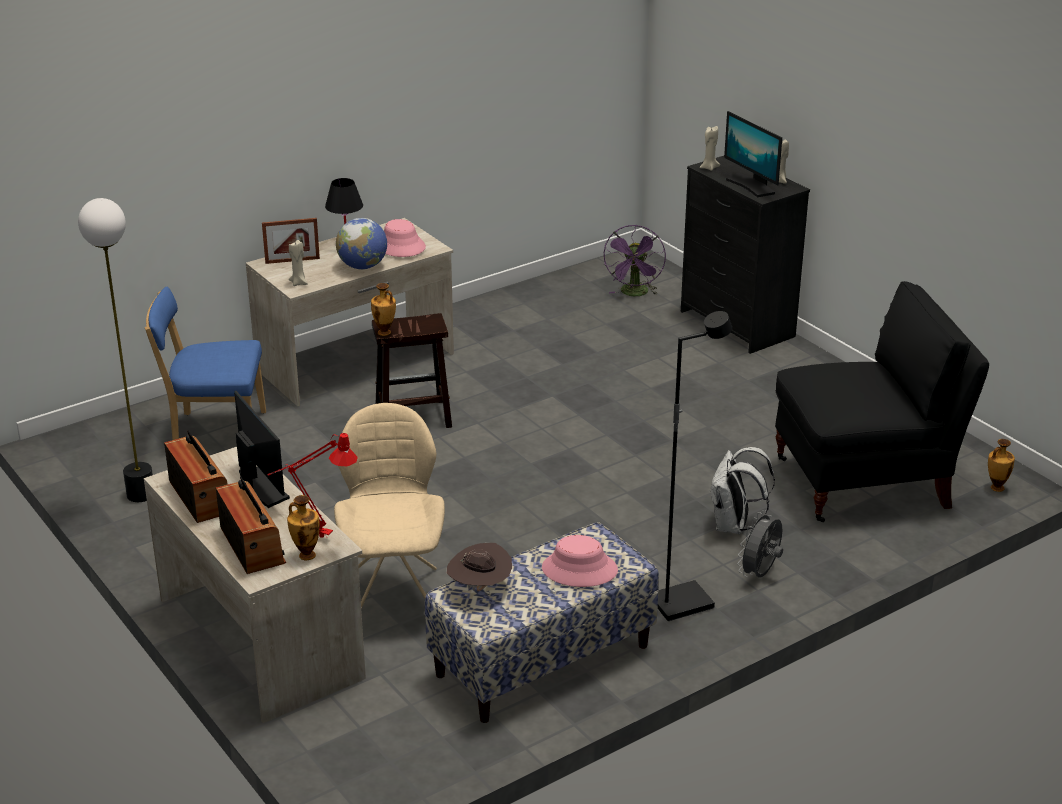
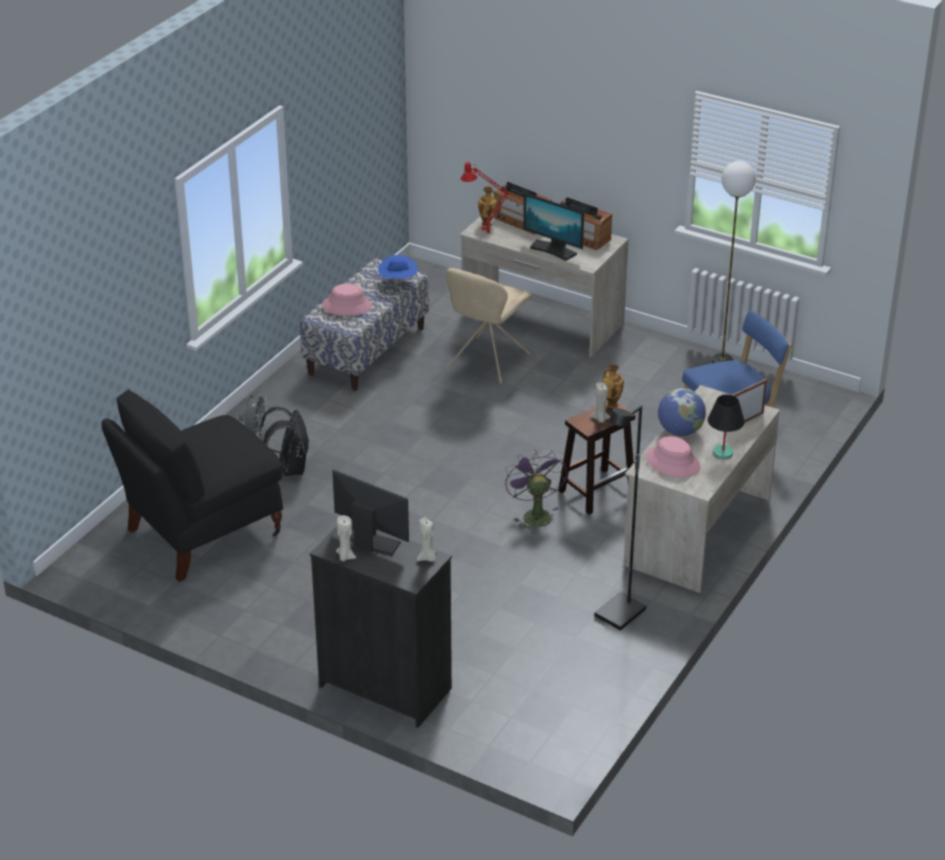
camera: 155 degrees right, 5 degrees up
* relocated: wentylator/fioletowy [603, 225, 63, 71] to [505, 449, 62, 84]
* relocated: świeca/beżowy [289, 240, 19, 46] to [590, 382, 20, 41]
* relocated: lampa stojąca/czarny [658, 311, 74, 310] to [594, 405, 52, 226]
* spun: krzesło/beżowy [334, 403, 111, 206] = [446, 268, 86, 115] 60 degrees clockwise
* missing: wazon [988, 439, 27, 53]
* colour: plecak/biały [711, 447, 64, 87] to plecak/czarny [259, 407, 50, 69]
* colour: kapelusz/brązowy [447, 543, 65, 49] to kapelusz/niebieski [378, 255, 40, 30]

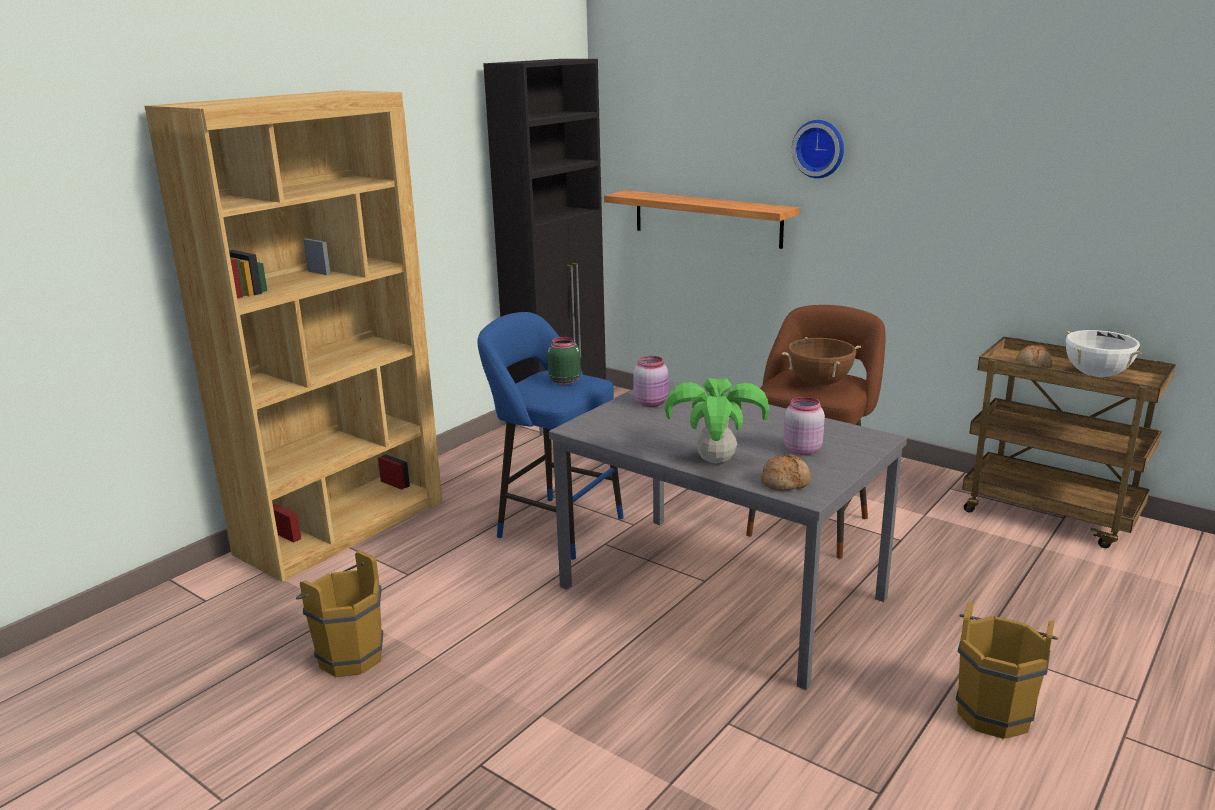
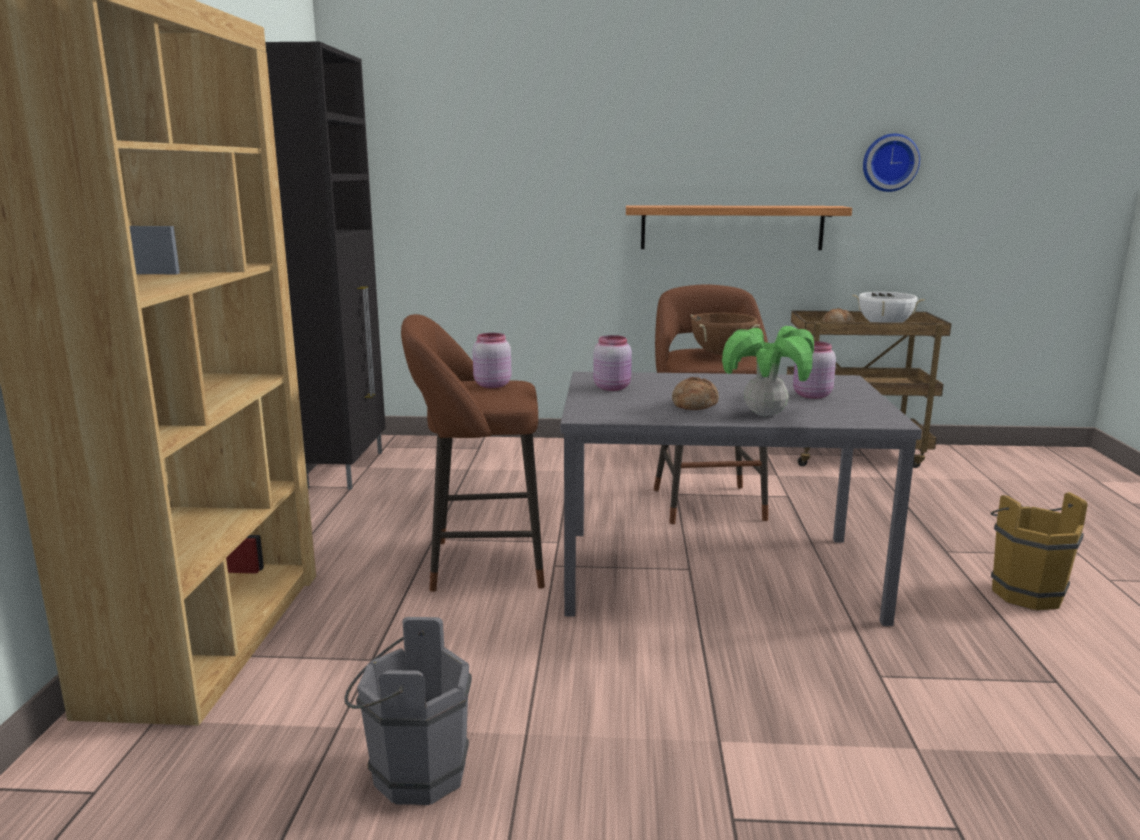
camera: 35 degrees left, 5 degrees down
* relocated: zegar ścienny [792, 120, 52, 58] to [863, 134, 57, 58]
* relocated: półka [604, 190, 195, 59] to [626, 205, 226, 45]
* colour: stołek/niebieski [477, 312, 147, 248] to stołek/brązowy [401, 314, 144, 278]
* colour: słoik/zielony [547, 337, 34, 48] to słoik/różowy [473, 333, 38, 55]
* relocated: chleb [761, 454, 50, 37] to [672, 377, 47, 33]
* colour: wiadro/brązowy [296, 550, 87, 127] to wiadro/szary [344, 617, 128, 188]

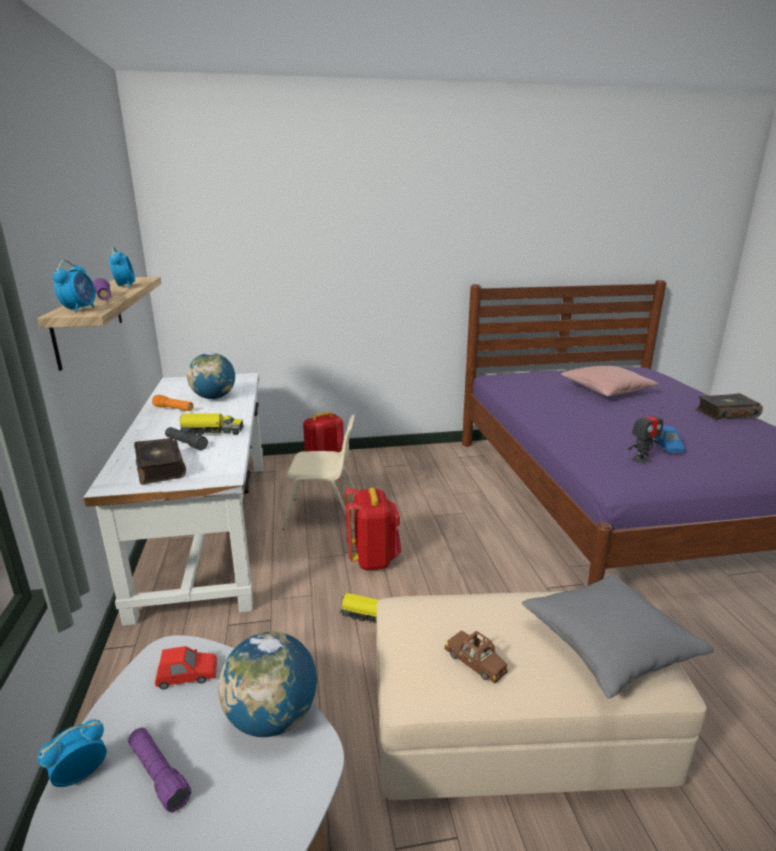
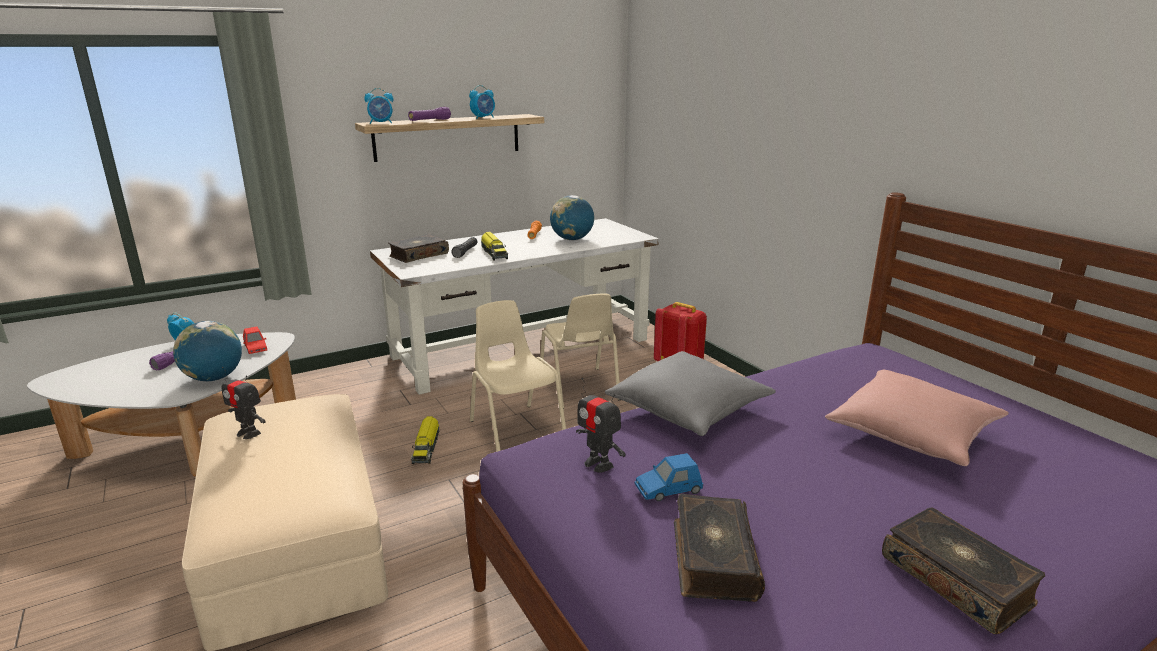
camera: 70 degrees right, 0 degrees up
* exchanged: plecak/czerwony [345, 488, 56, 82] to krzesło/beżowy [470, 300, 96, 152]
* relocated: poduszka/szary [522, 574, 192, 125] to [605, 351, 171, 85]
* exchanged: samochodzik/brązowy [445, 630, 63, 54] to robot zabawkowy [222, 367, 44, 72]
* appeared: książka [674, 494, 91, 108]

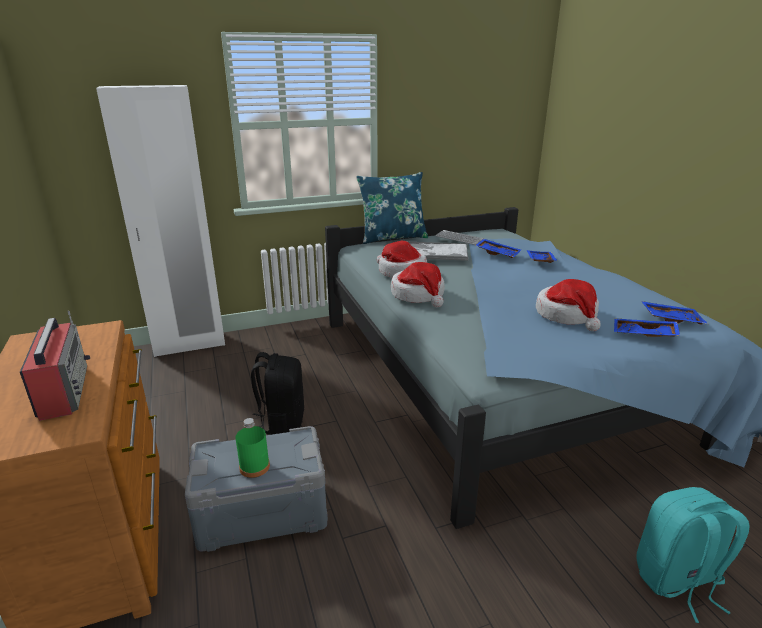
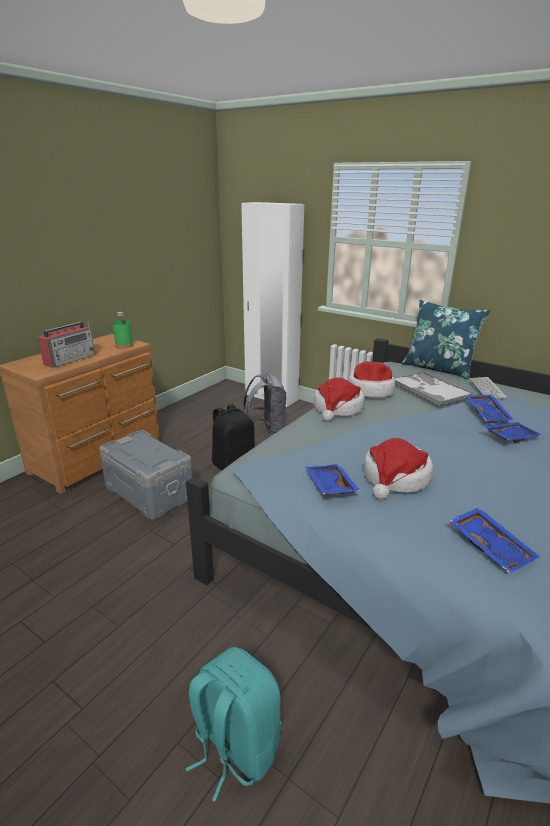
camera: 55 degrees right, 0 degrees up
* relocated: taca/niebieski [614, 319, 66, 18] to [306, 464, 55, 31]
* relocated: butelka/zielony [235, 418, 35, 60] to [112, 312, 21, 37]
* appeared: plecak/szary [243, 373, 43, 61]

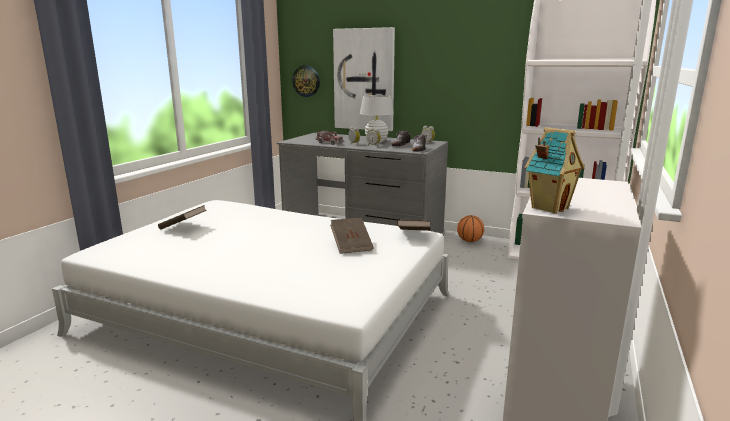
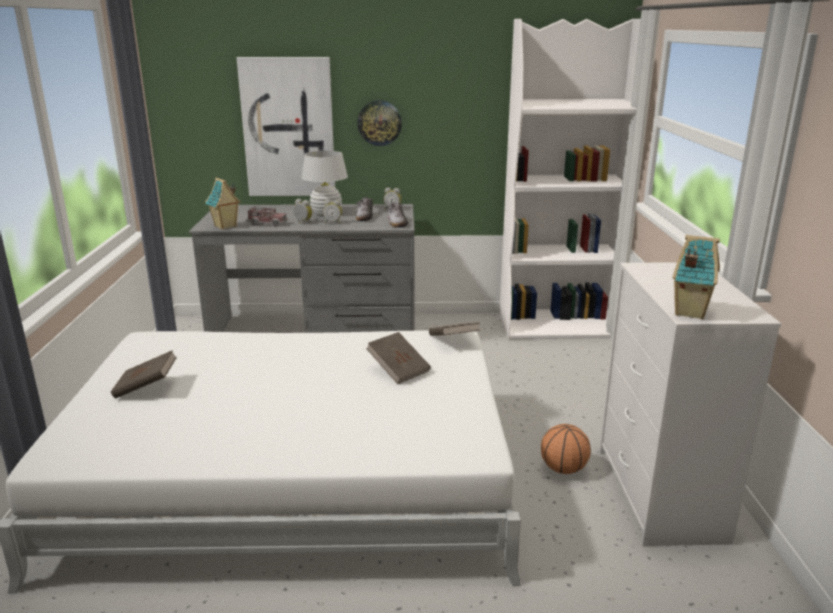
camera: 25 degrees left, 5 degrees up
* relocated: zegar ścienny [292, 66, 28, 31] to [357, 100, 45, 46]
* relocated: piłka do koszykówki [457, 215, 27, 27] to [541, 424, 50, 50]
* appeared: domek [205, 178, 36, 52]

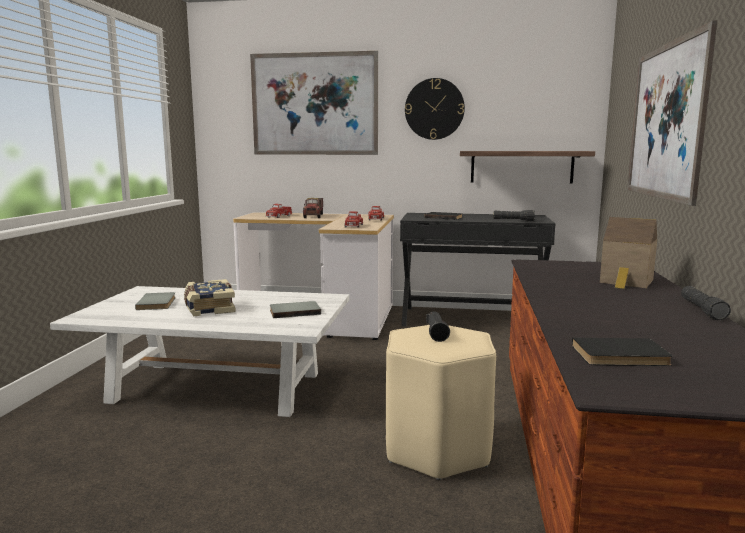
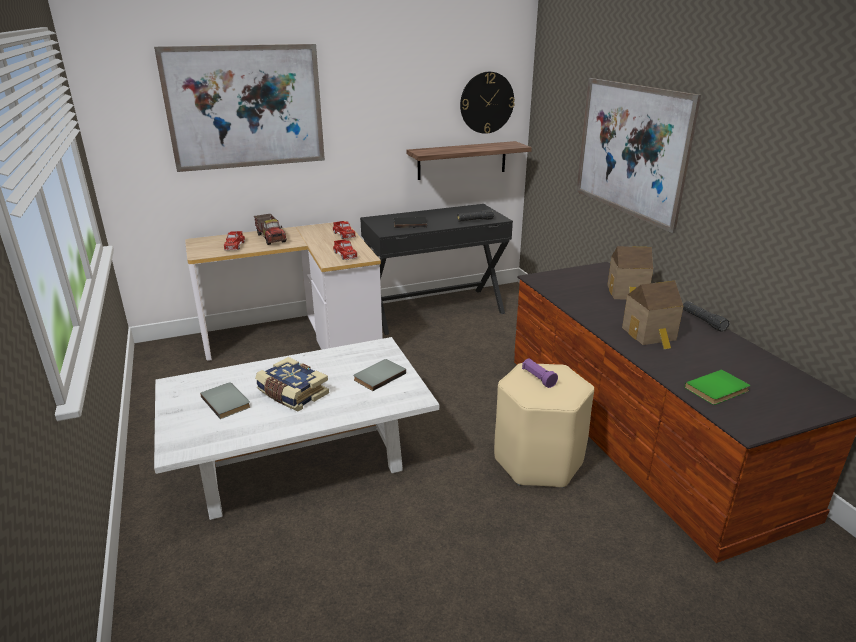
camera: 30 degrees left, 15 degrees up
* relocated: zegar ścienny [405, 78, 60, 62] to [460, 72, 55, 62]
* colour: latarka/czarny [426, 311, 24, 31] to latarka/fioletowy [522, 358, 36, 30]
* colour: książka/czarny [572, 338, 101, 28] to książka/zielony [685, 370, 65, 35]
* appeared: domek [622, 281, 61, 68]

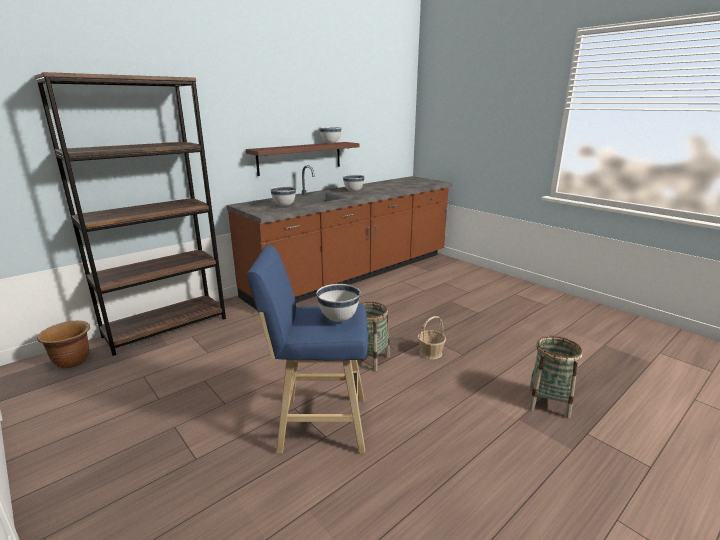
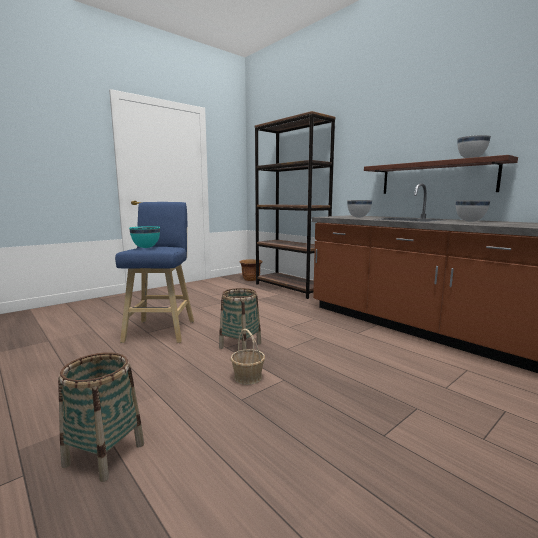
camera: 90 degrees right, 10 degrees down
* colour: miska/biały [317, 284, 43, 38] to miska/turkusowy [129, 226, 31, 22]

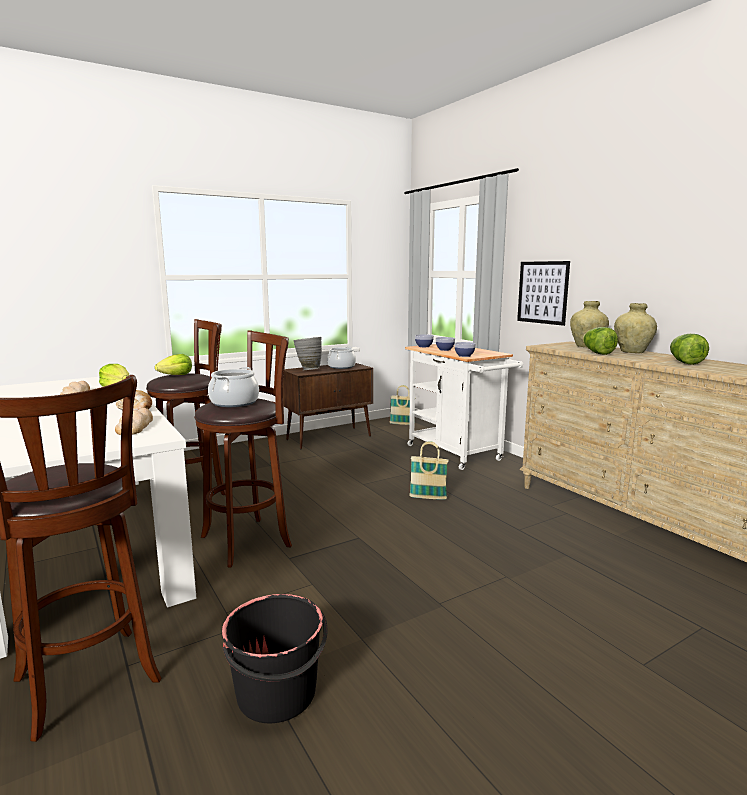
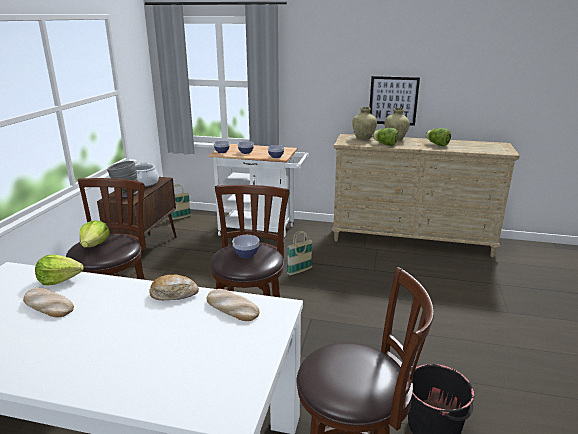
camera: 45 degrees left, 10 degrees up
* relocated: obraz [517, 261, 53, 65] to [369, 76, 51, 50]
* exchanged: garnek [208, 367, 51, 40] to miska [232, 235, 27, 23]

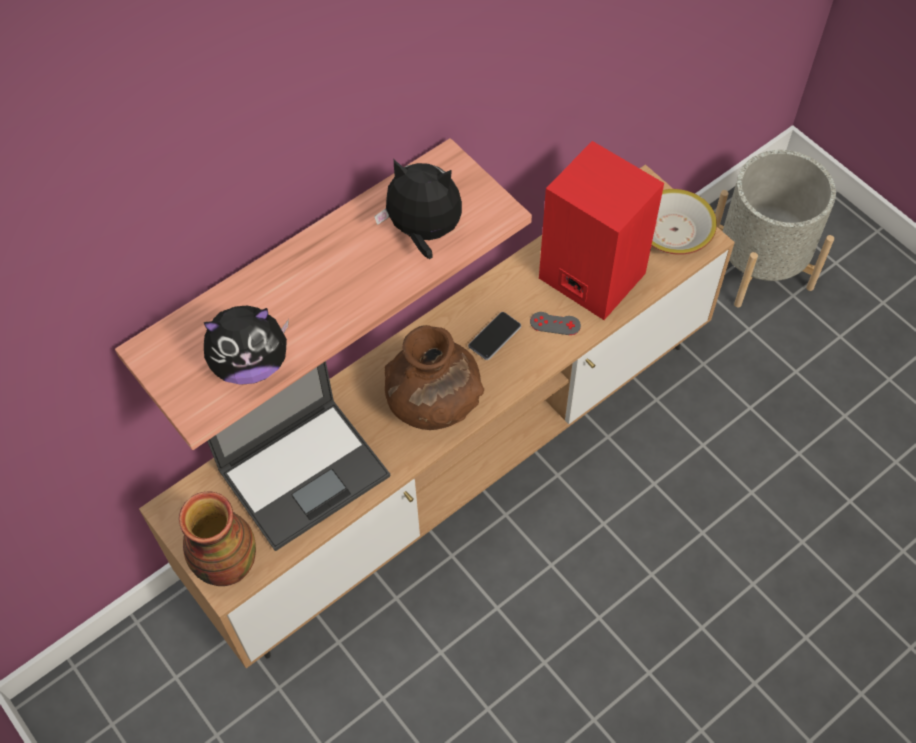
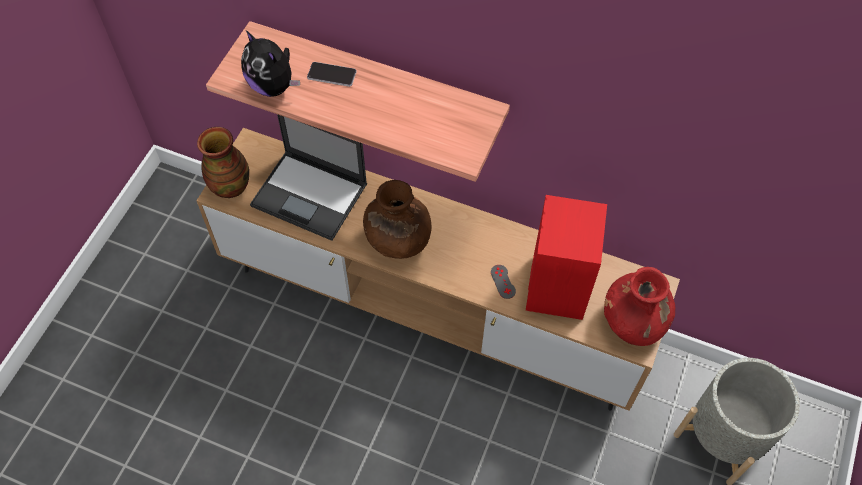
camera: 60 degrees right, 0 degrees up
* missing: pluszak [374, 159, 88, 100]
* exchanged: miska [651, 189, 66, 66] to wazon/czerwony [604, 267, 71, 79]
* relocated: telefon [468, 312, 53, 48] to [307, 62, 50, 25]

